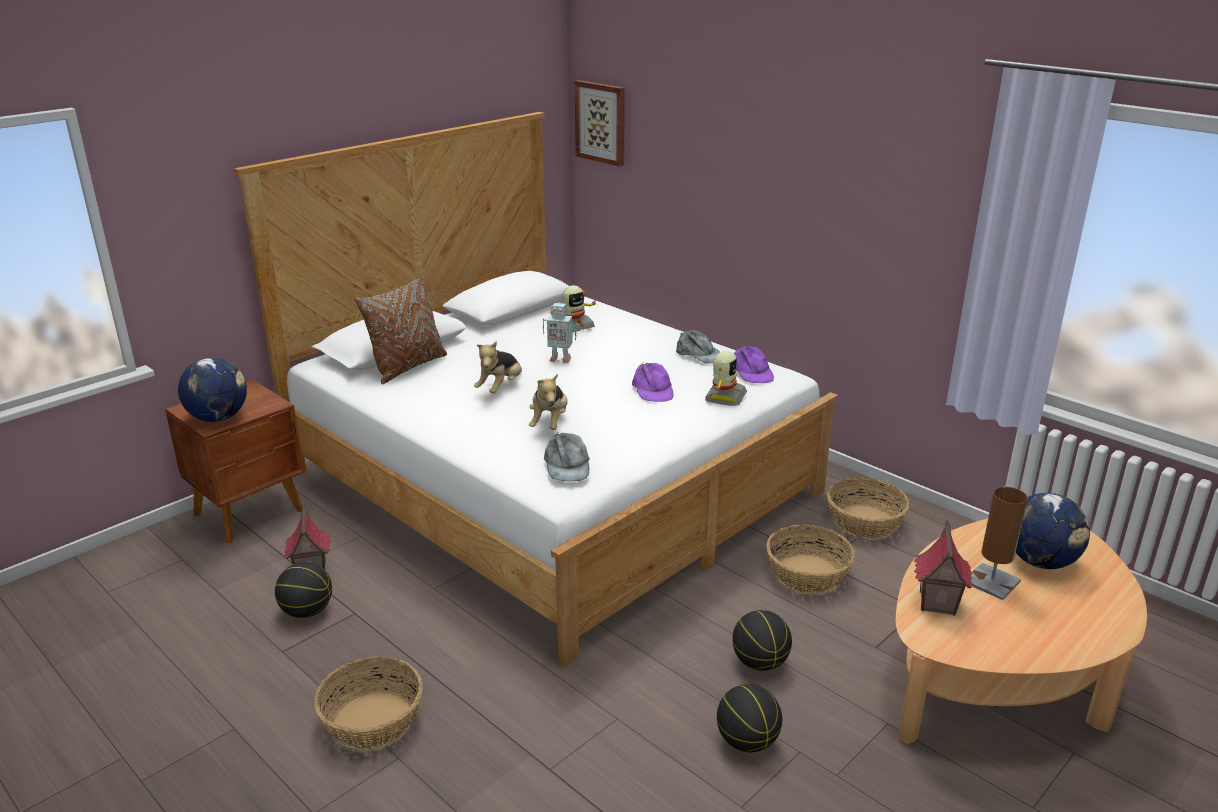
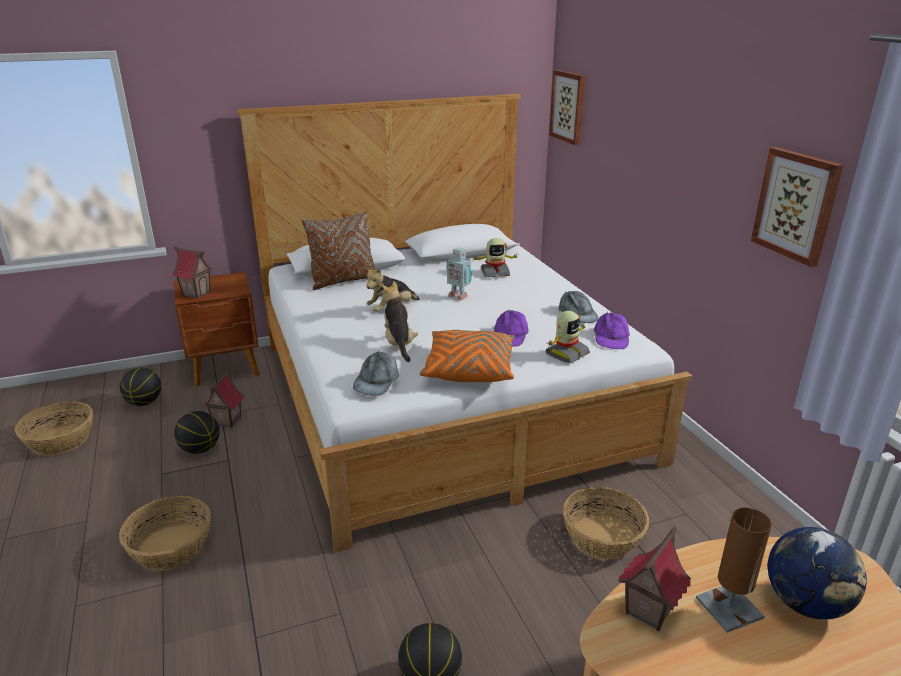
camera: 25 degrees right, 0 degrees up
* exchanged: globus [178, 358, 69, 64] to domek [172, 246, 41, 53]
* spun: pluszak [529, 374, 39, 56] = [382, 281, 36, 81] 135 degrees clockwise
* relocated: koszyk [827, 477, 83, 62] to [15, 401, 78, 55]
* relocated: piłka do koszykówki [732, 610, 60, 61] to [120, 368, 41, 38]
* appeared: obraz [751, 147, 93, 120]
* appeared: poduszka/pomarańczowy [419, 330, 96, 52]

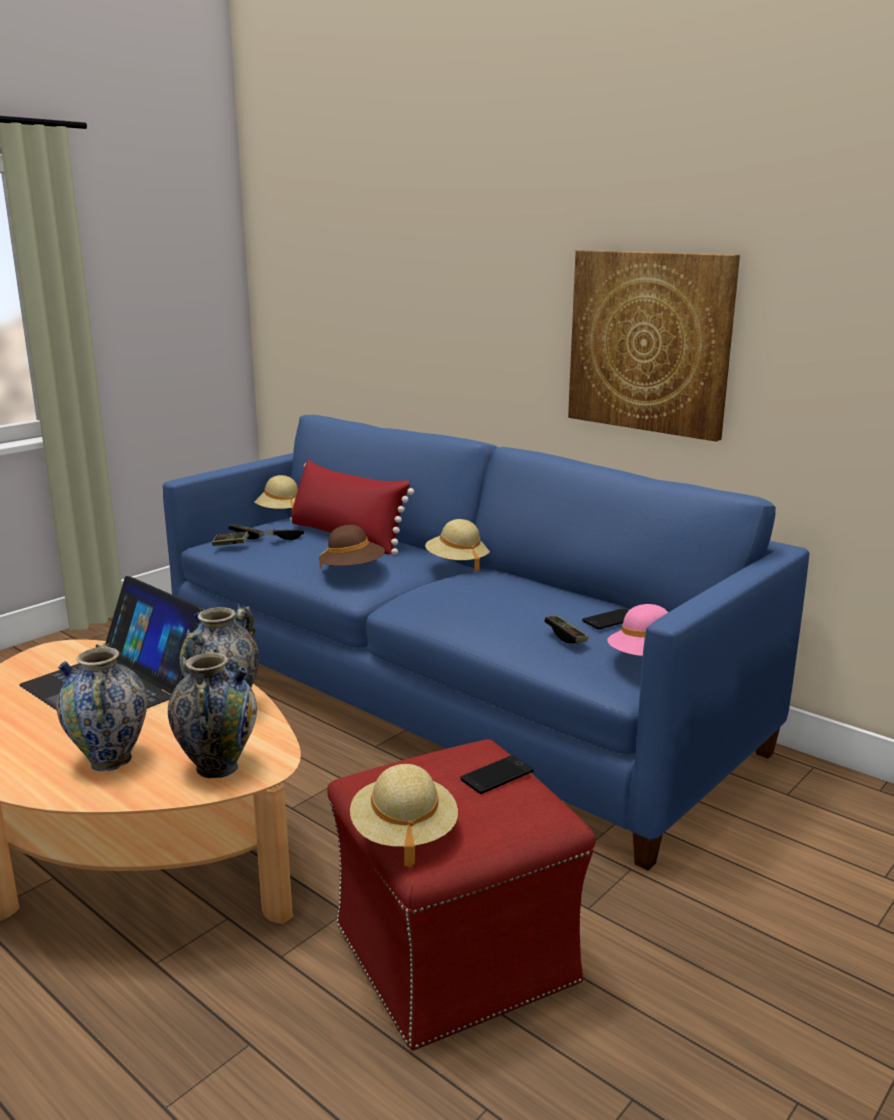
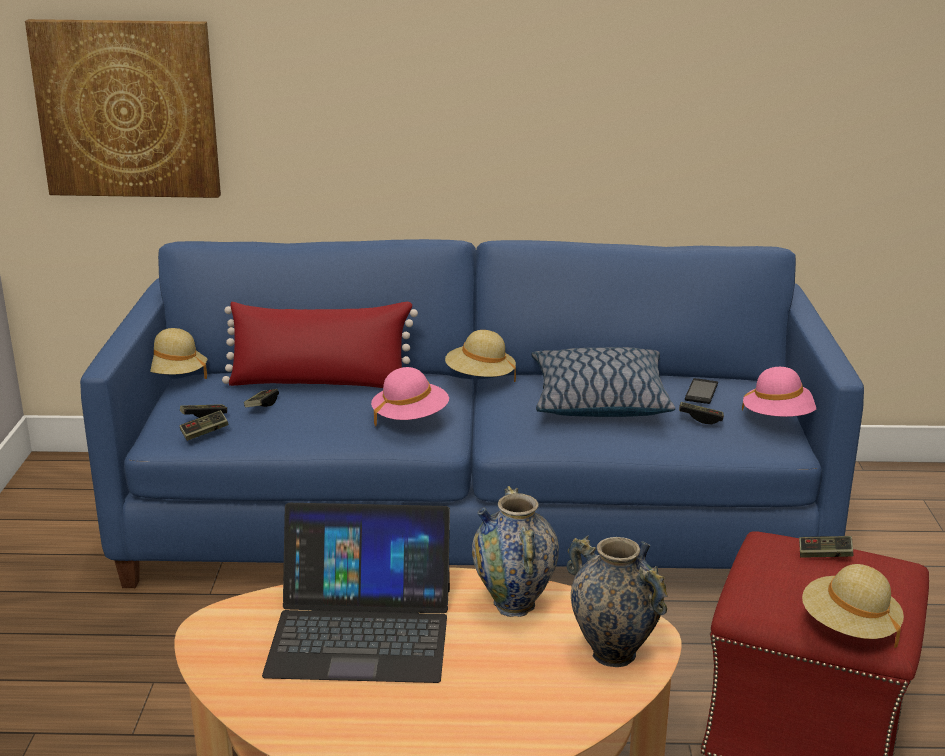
camera: 40 degrees left, 5 degrees up
* relocated: obraz [568, 250, 172, 192] to [25, 19, 196, 179]
* colour: kapelusz/brązowy [319, 525, 66, 44] to kapelusz/różowy [371, 367, 78, 60]
* missing: wazon [56, 643, 91, 128]
* exchanged: telefon [460, 755, 74, 39] to pad do gier [799, 536, 55, 22]
* appeared: poduszka [531, 347, 144, 70]

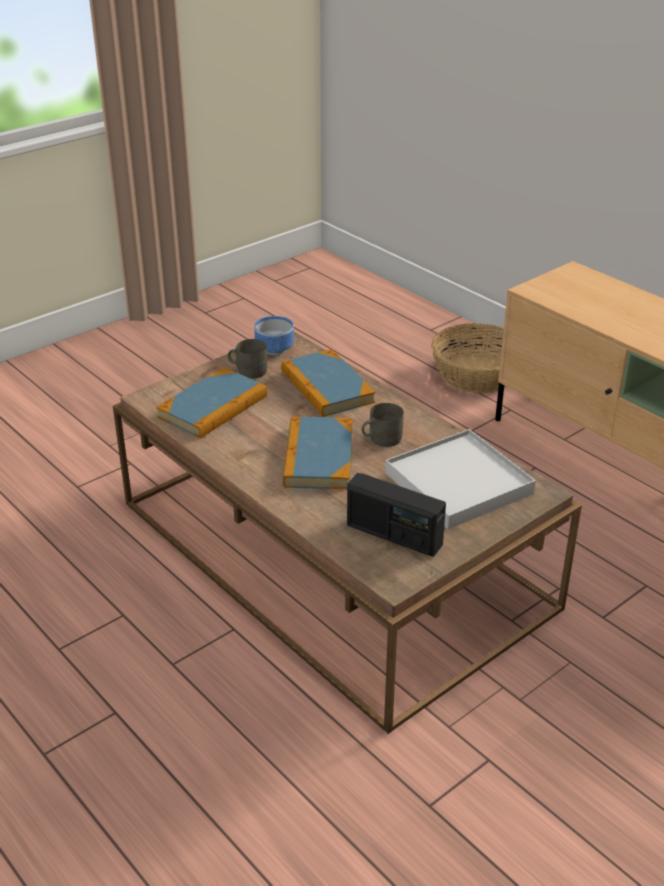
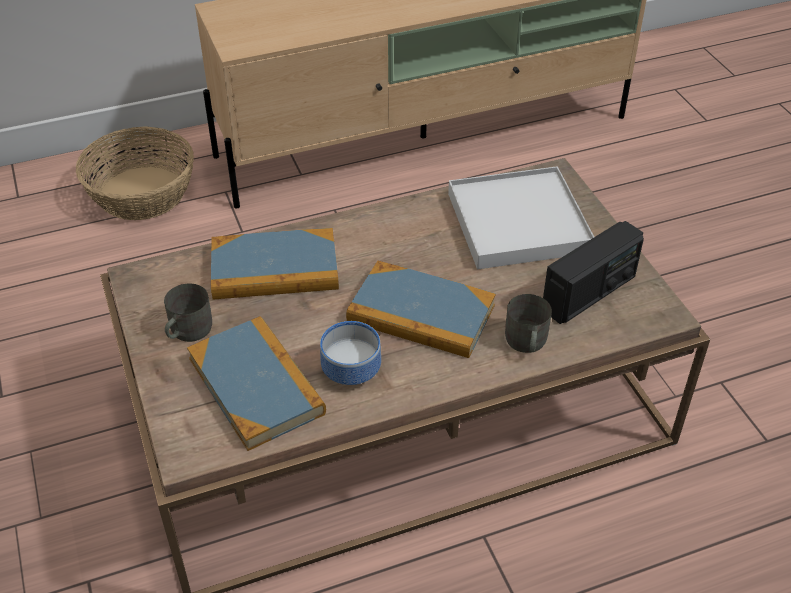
camera: 70 degrees left, 10 degrees up
* relocated: miska [254, 316, 40, 39] to [320, 321, 61, 64]
* relocated: kubek/szary [362, 403, 42, 44] to [505, 294, 47, 59]

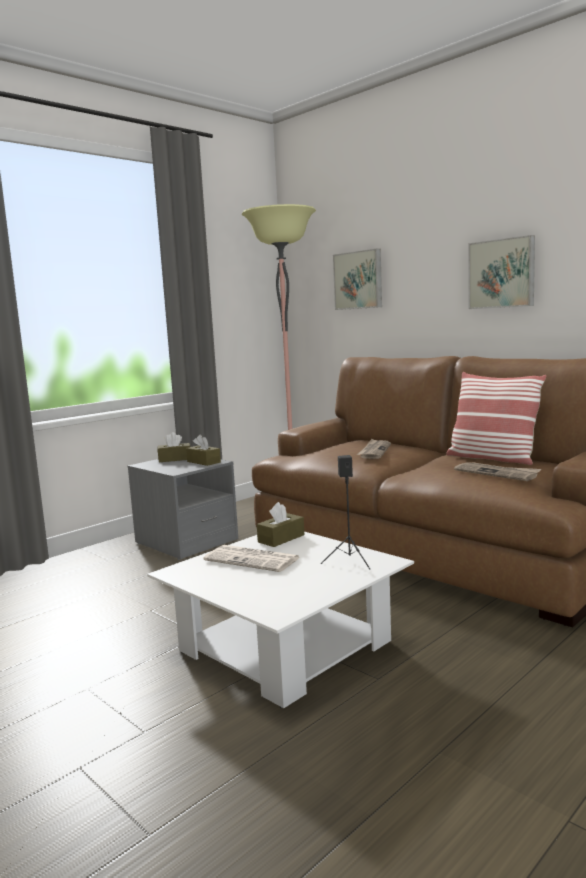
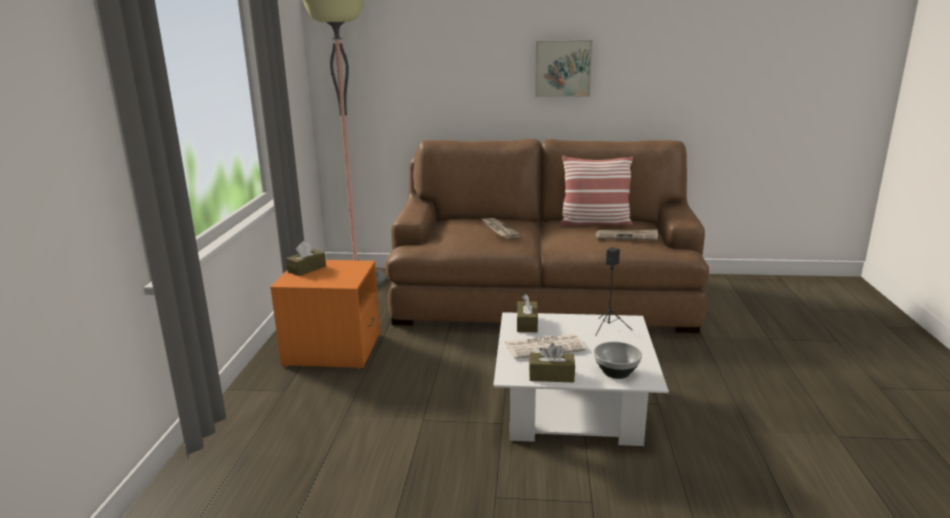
camera: 40 degrees left, 10 degrees up
* missing: obraz [333, 249, 49, 61]
* relocated: pudełko chusteczek/brązowy [186, 435, 35, 31] to [529, 343, 46, 40]
* colour: szafka nocna/szary [128, 459, 110, 101] to szafka nocna/pomarańczowy [270, 260, 110, 109]
* appeared: miska [594, 342, 48, 37]

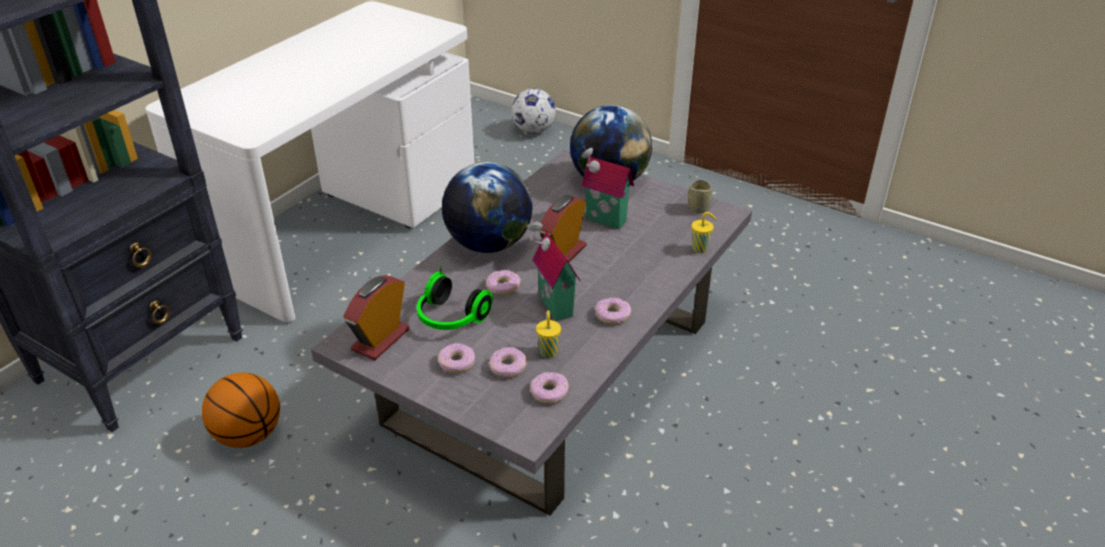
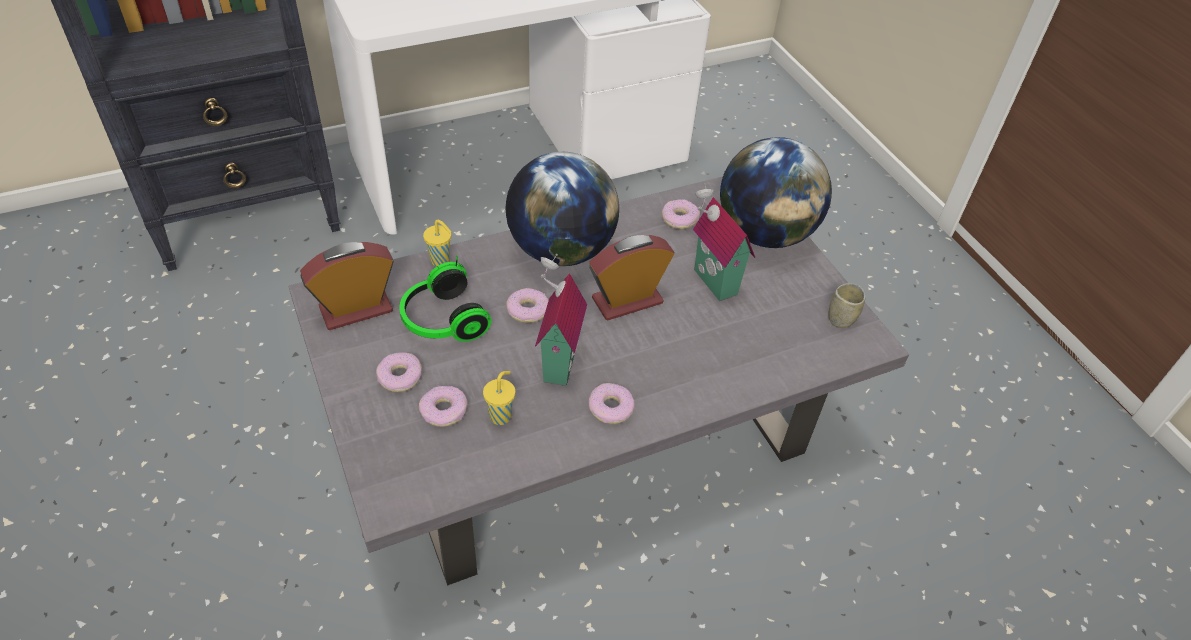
camera: 30 degrees right, 10 degrees up
* missing: piłka futbolowa [512, 88, 44, 46]
* relocated: filiżanka/żółty [692, 212, 24, 41] to [423, 220, 28, 47]
* relocated: donut [530, 372, 39, 32] to [662, 199, 38, 30]
* missing: piłka do koszykówki [202, 373, 78, 75]

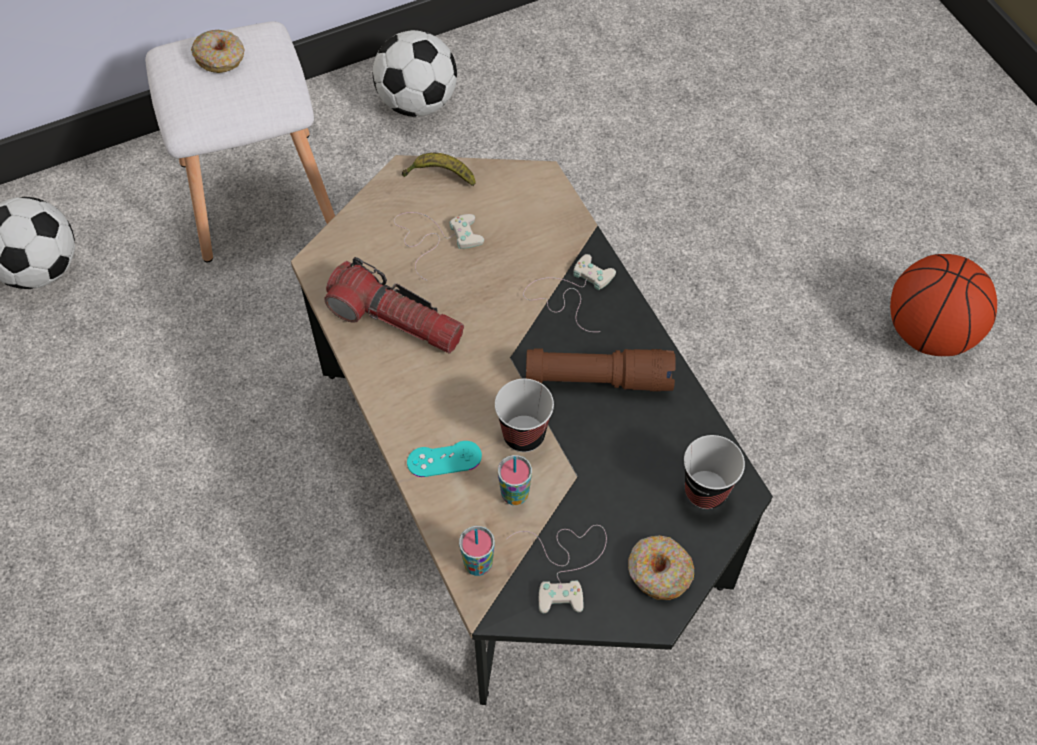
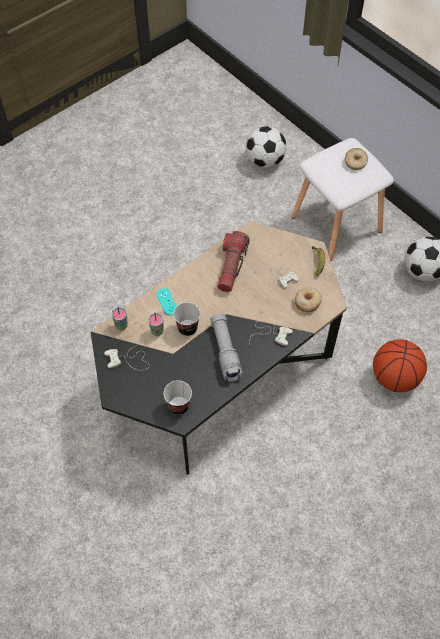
camera: 75 degrees right, 0 degrees up
* relocated: piłka do koszykówki [890, 254, 107, 102] to [373, 340, 54, 52]
* colour: latarka/brązowy [526, 348, 150, 44] to latarka/szary [211, 313, 32, 69]
* relocated: donut [628, 535, 66, 65] to [295, 288, 27, 24]

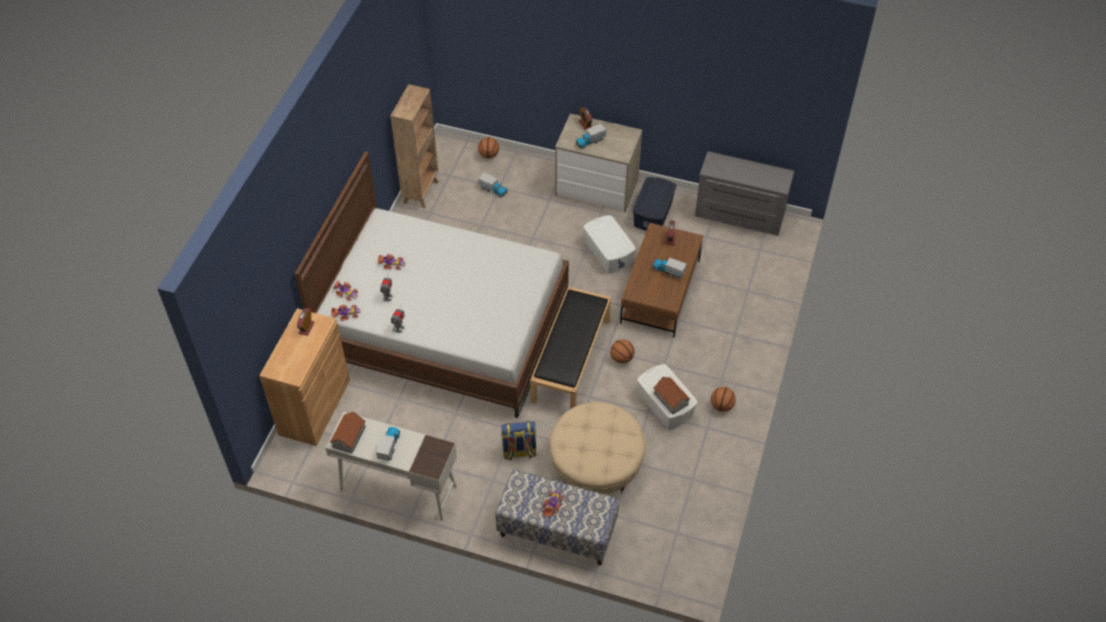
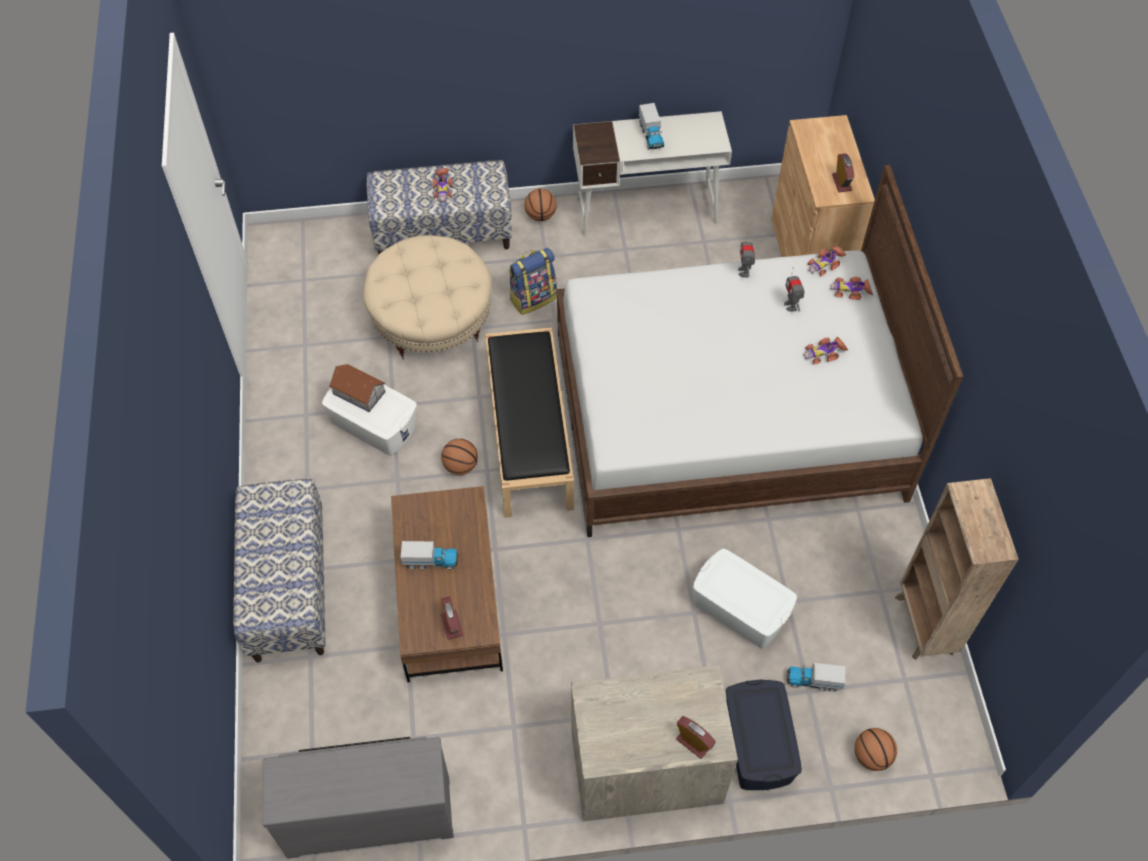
camera: 155 degrees right, 5 degrees up
* missing: ciężarówka zabawkowa [575, 123, 31, 26]
* relocated: pojemnik do przechowywania/niebieski [633, 177, 43, 54] to [726, 680, 76, 110]
* relocated: pojemnik do przechowywania/biały [583, 215, 53, 58] to [693, 549, 104, 99]
* relocated: piłka do koszykówki [711, 387, 25, 25] to [524, 189, 33, 32]
* missing: domek [330, 411, 36, 43]
* appeared: ławka [233, 479, 93, 183]

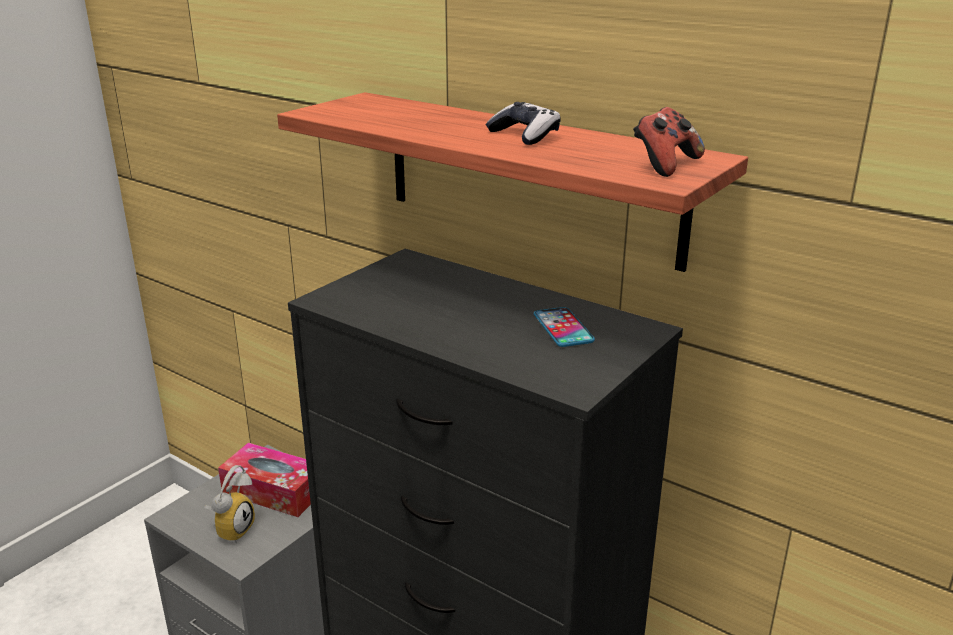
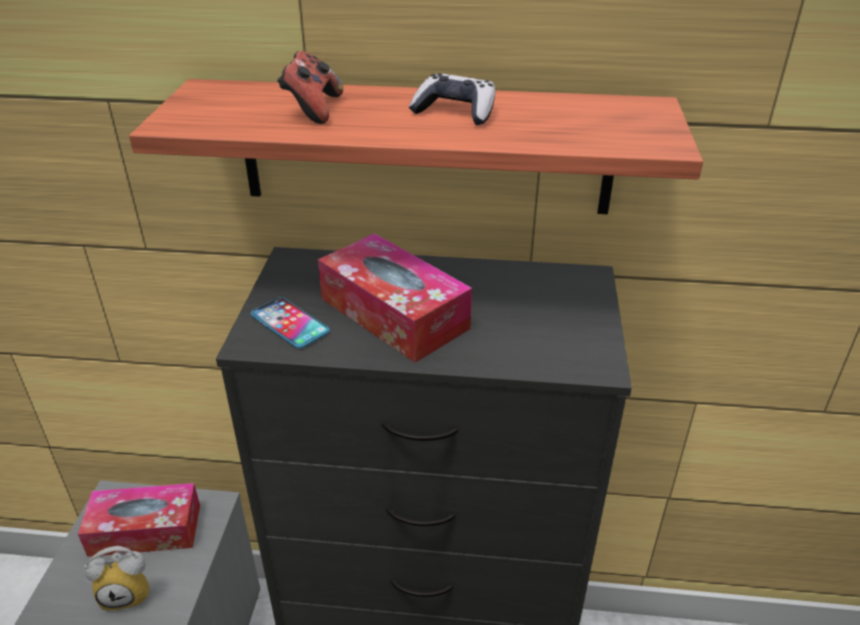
camera: 30 degrees left, 10 degrees up
* relocated: pad do gier [633, 107, 72, 70] to [277, 51, 66, 73]
* relocated: telefon [534, 307, 61, 40] to [251, 297, 79, 51]
* spun: budzik [204, 465, 51, 78] = [84, 546, 66, 65] 90 degrees clockwise
* appeared: pudełko chusteczek [318, 233, 154, 130]

